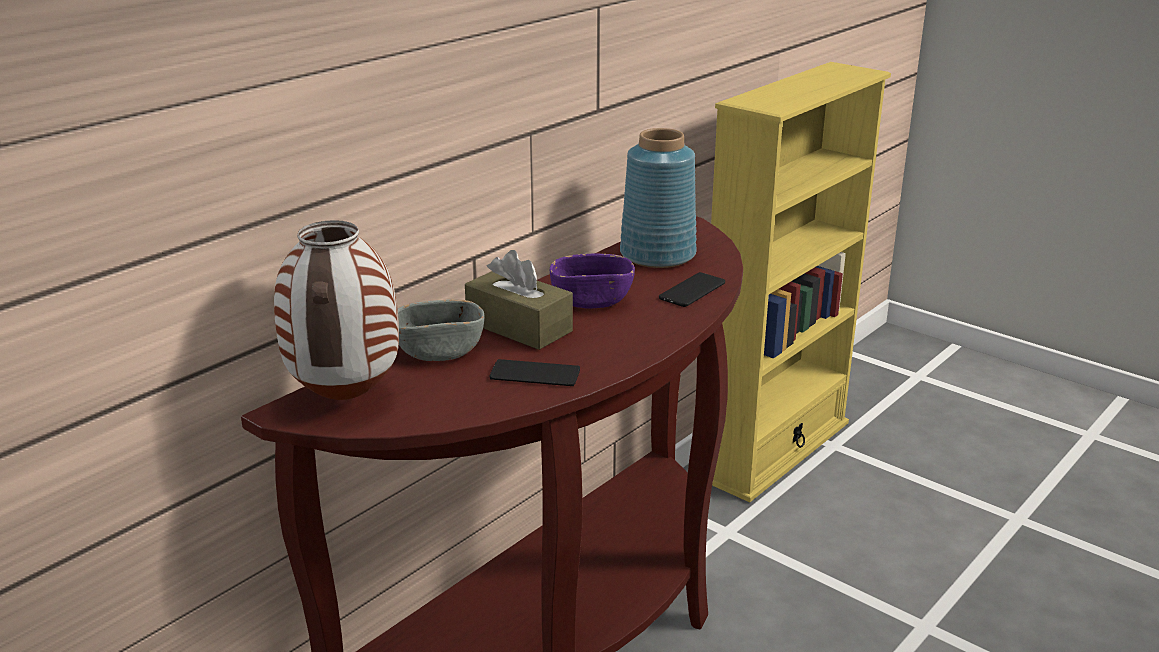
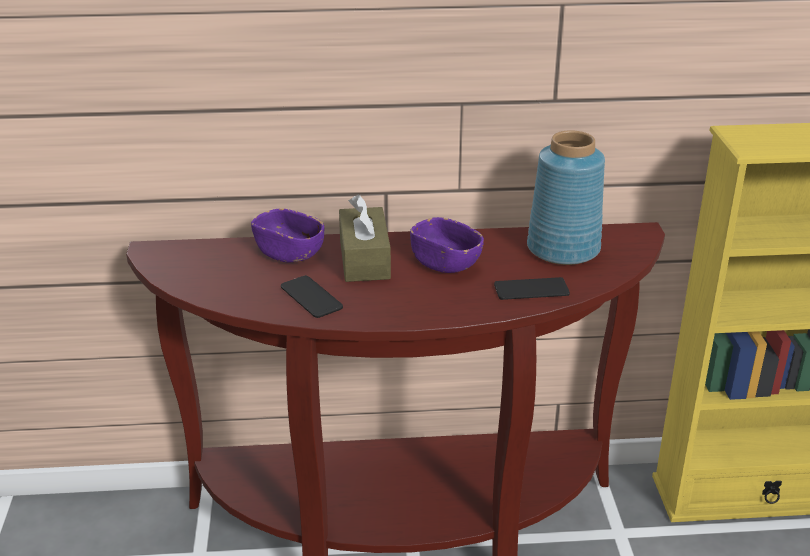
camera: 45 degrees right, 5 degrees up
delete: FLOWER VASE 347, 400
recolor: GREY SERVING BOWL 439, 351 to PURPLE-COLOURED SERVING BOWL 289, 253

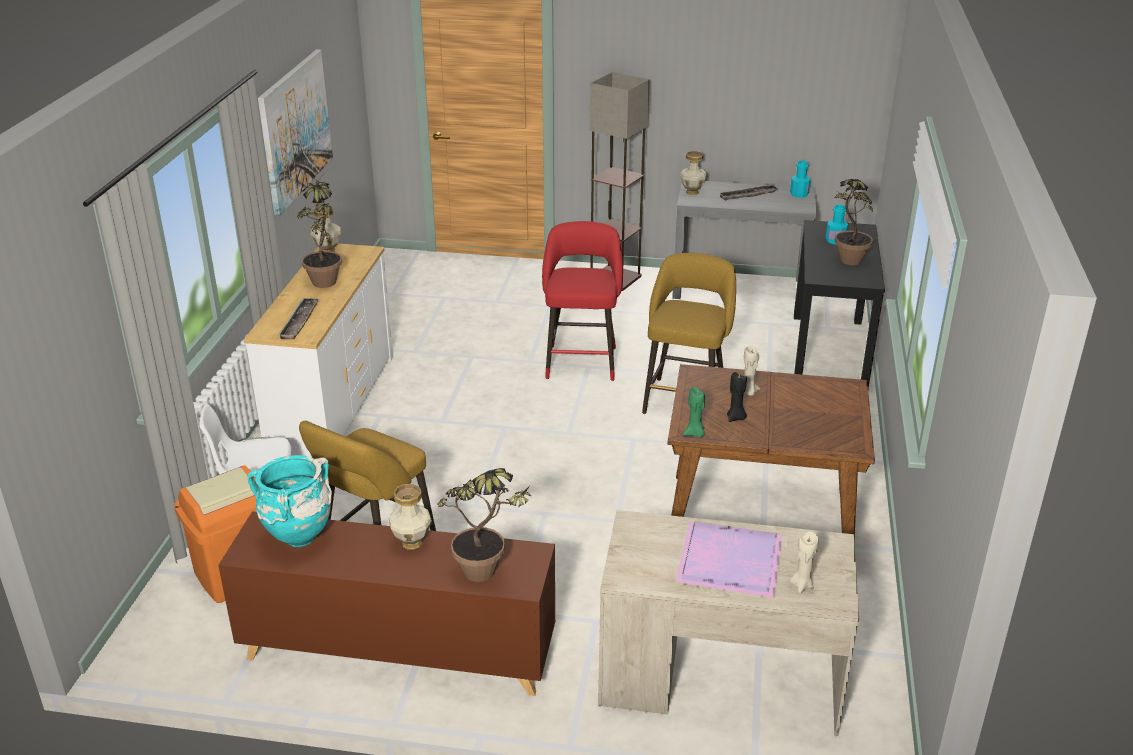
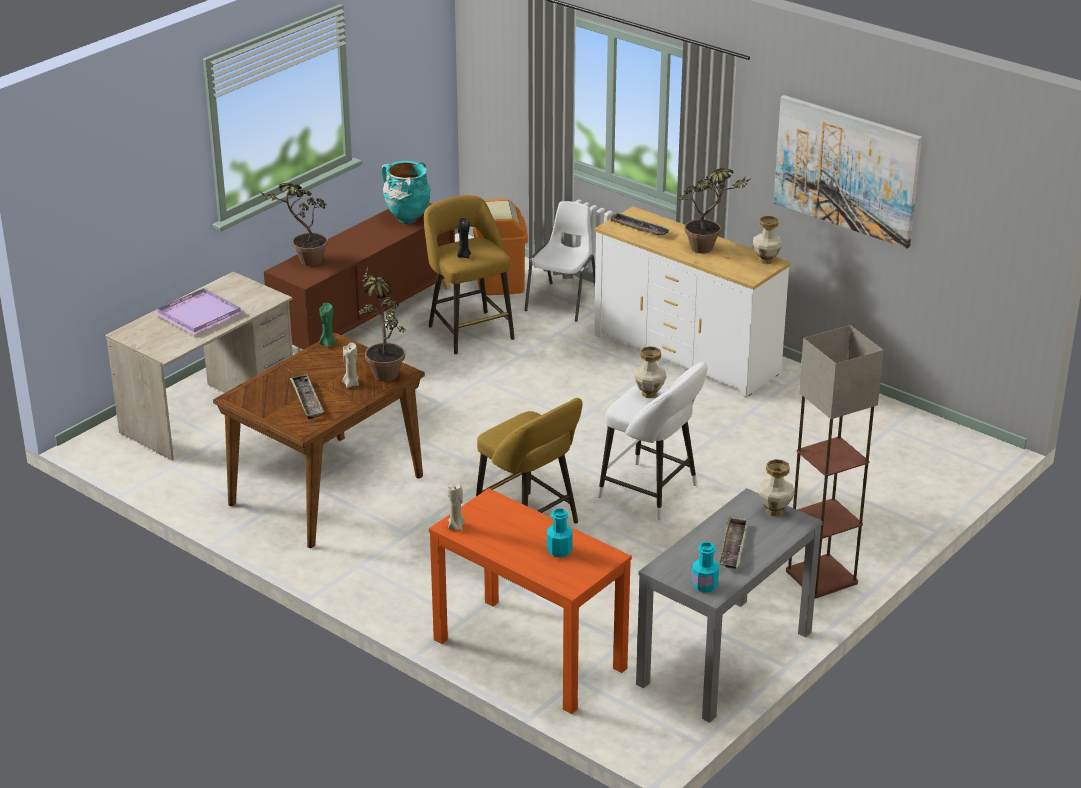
camera: 120 degrees right, 0 degrees up
insert: SERVING TRAY 307, 400
move: HOUSEPLANT 846, 263 to 383, 370; SAND-COLOURED CANDLE 801, 585 to 456, 526; BLACKISH CANDLE 736, 418 to 463, 256; FLOWER VASE 411, 543 to 649, 394
recolor: BLACKISH HALL TABLE 829, 351 to ORANGE HALL TABLE 528, 654; REDDISH STOOL SEAT 581, 360 to WHITISH STOOL SEAT 653, 493

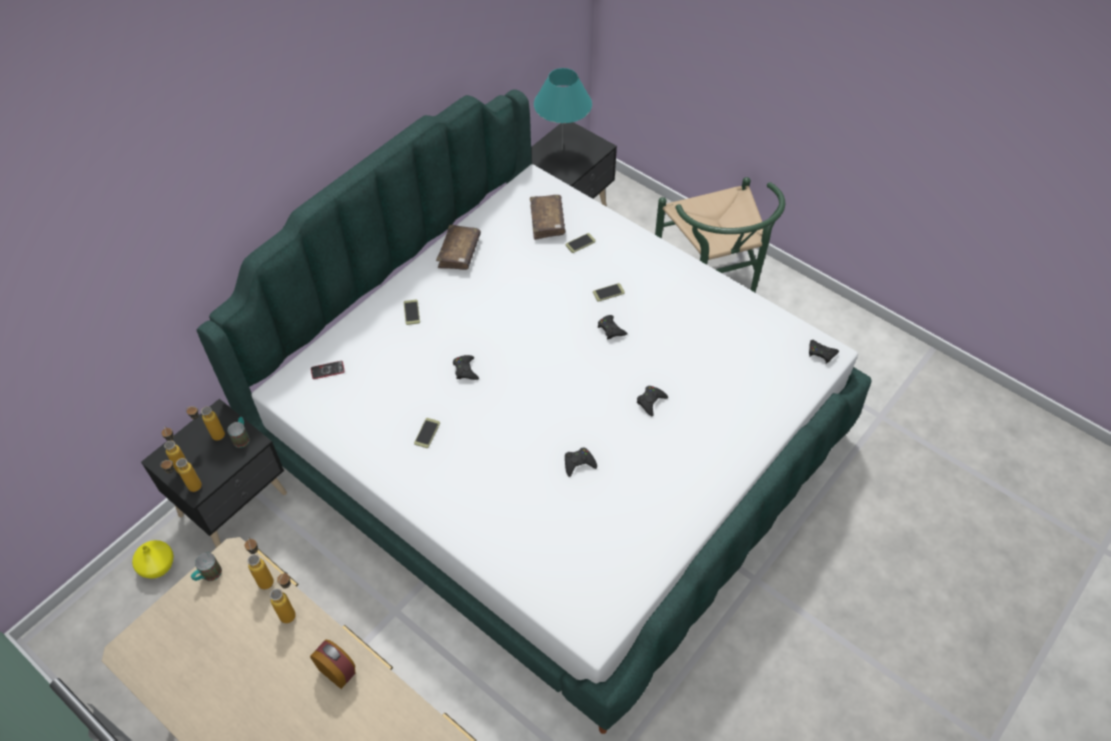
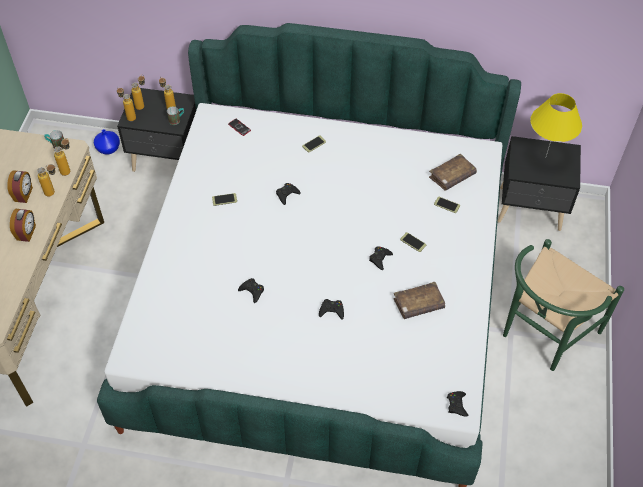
camera: 60 degrees right, 0 degrees up
insert: TABLE CLOCK 24, 194
move: BROWNISH BOUND BOOK 459, 253 to 418, 304
recolor: YELLOWISH FLOWER VASE 157, 565 to BLUISH FLOWER VASE 109, 148; TURQUOISE TABLETOP LAMP 562, 149 to YELLOWISH TABLETOP LAMP 545, 157

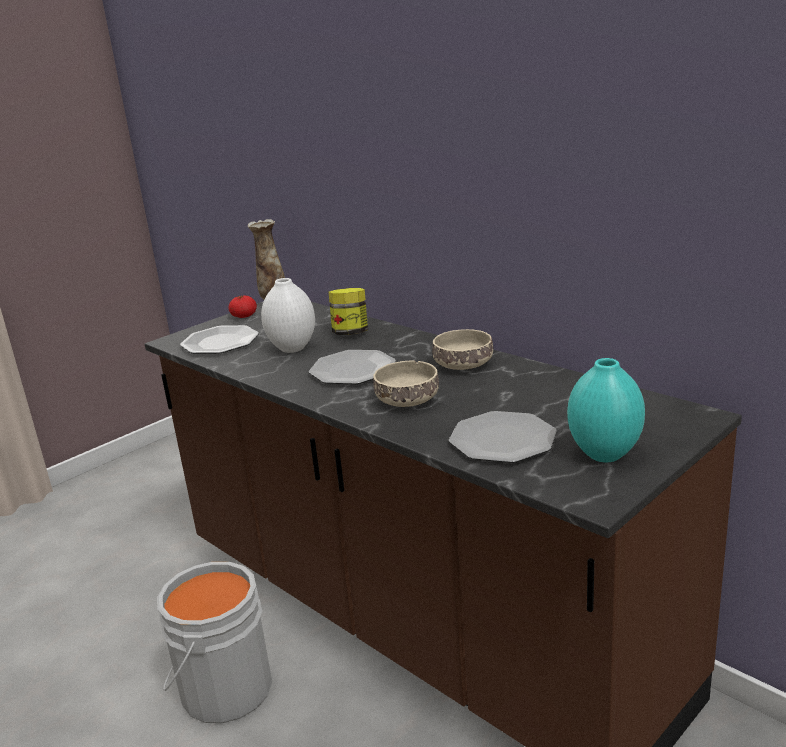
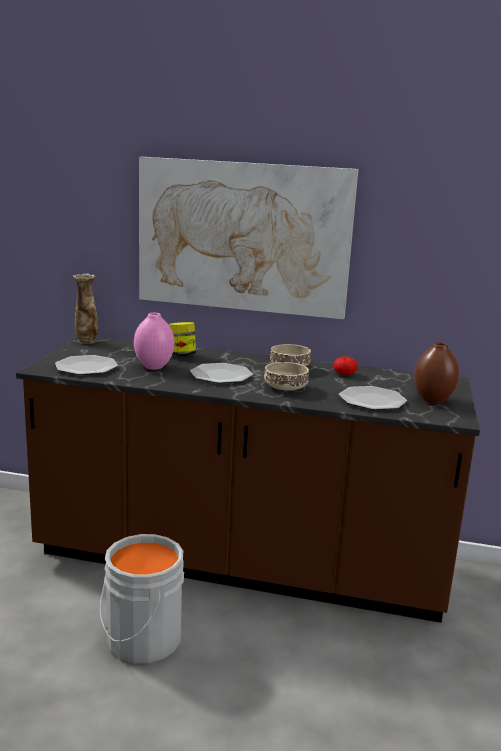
camera: 35 degrees left, 5 degrees down
insert: WALL PICTURE 243, 237
move: WHOLE TOMATO 244, 316 to 344, 374
recolor: WHITISH FLOWER VASE 293, 348 to PINK FLOWER VASE 154, 367; TURQUOISE FLOWER VASE 604, 455 to BROWNISH FLOWER VASE 433, 401

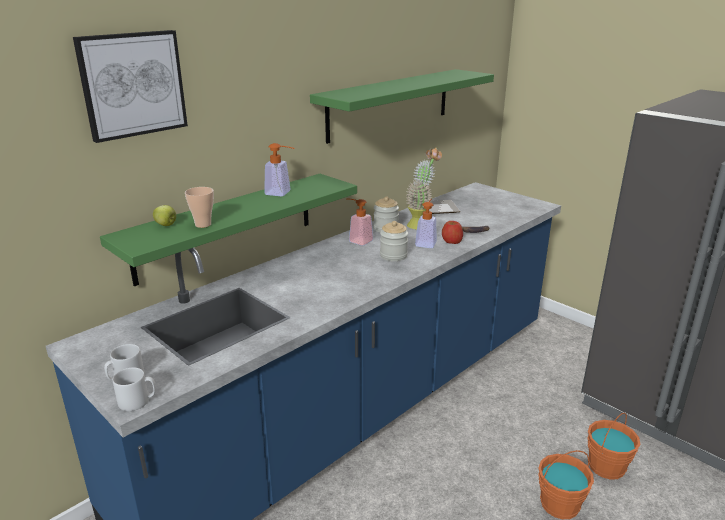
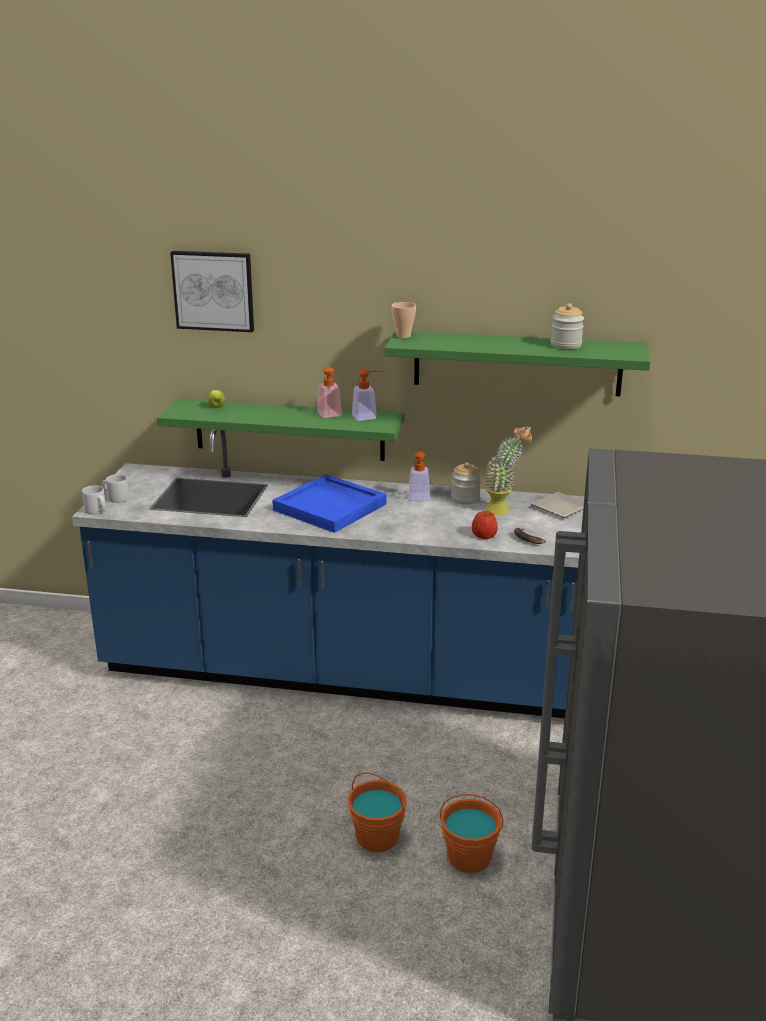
camera: 55 degrees right, 0 degrees up
insert: BLUISH SERVING TRAY 331, 507
move: SOAP BOTTLE 426, 242 to 368, 417; CUP 203, 224 to 403, 336; JAR 393, 256 to 566, 345

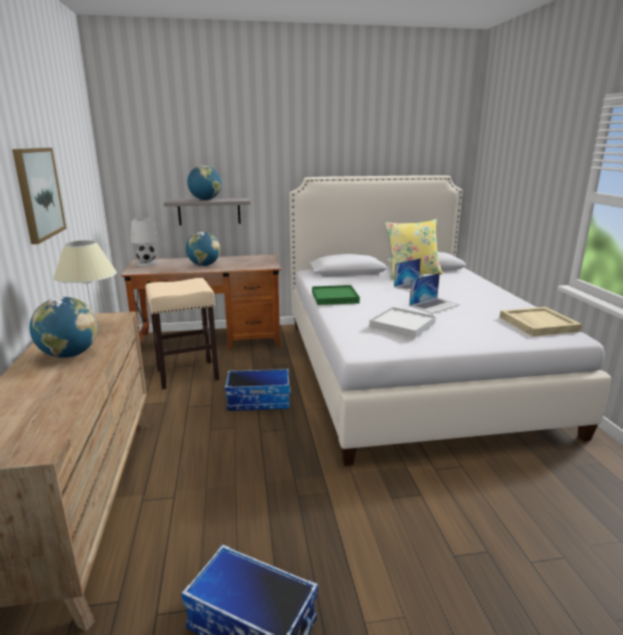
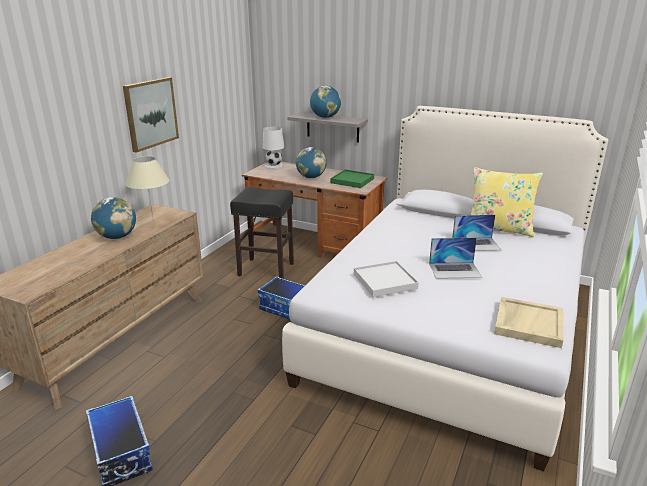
camera: 35 degrees right, 5 degrees up
move: GREENISH SERVING TRAY 335, 297 to 352, 181
recolor: SAND-COLOURED STOOL SEAT 186, 375 to BLACKISH STOOL SEAT 265, 269

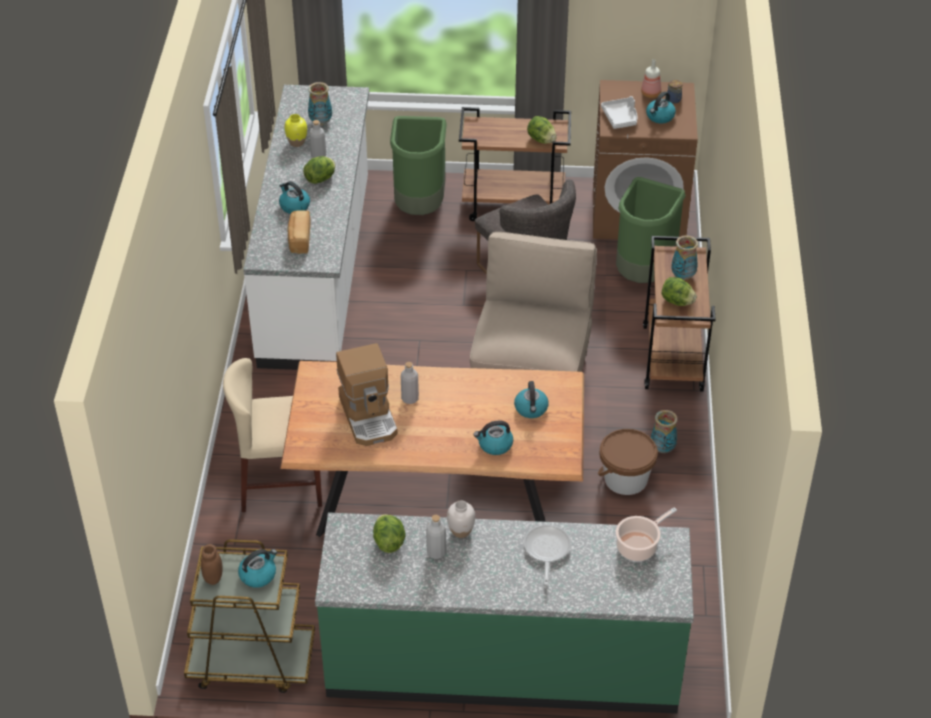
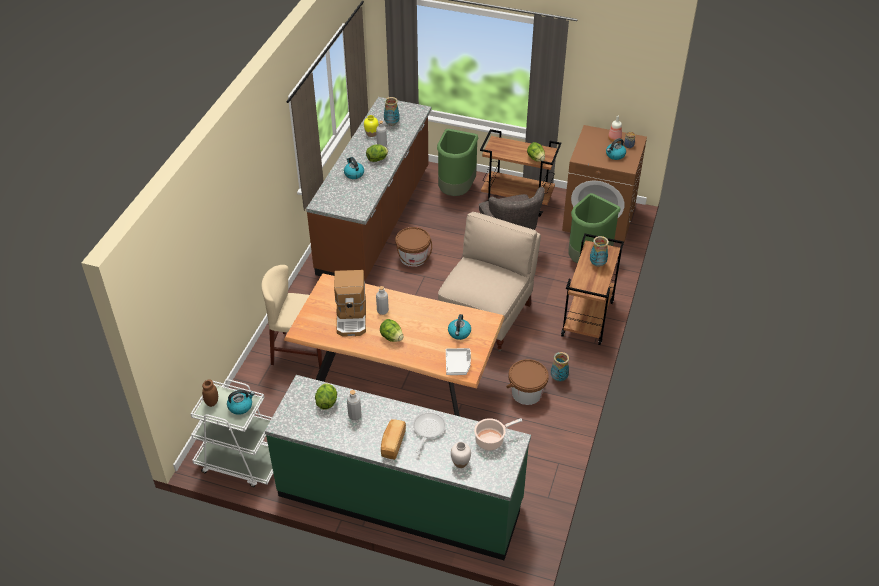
camera: 15 degrees right, 0 degrees up
delete: KETTLE 494, 445
insert: BROWNISH PAIL 413, 258
move: HEAD OF LETTUCE 677, 302 to 391, 337; BAKERY BREAD 299, 240 to 392, 444; WHITISH SERVING TRAY 620, 118 to 458, 364; WHITISH FLOWER VASE 461, 531 to 460, 463
recolor: BROWNISH CART 251, 662 to WHITISH CART 240, 462; WHITISH KITCHEN COUNTER 317, 271 to BROWNISH KITCHEN COUNTER 376, 221

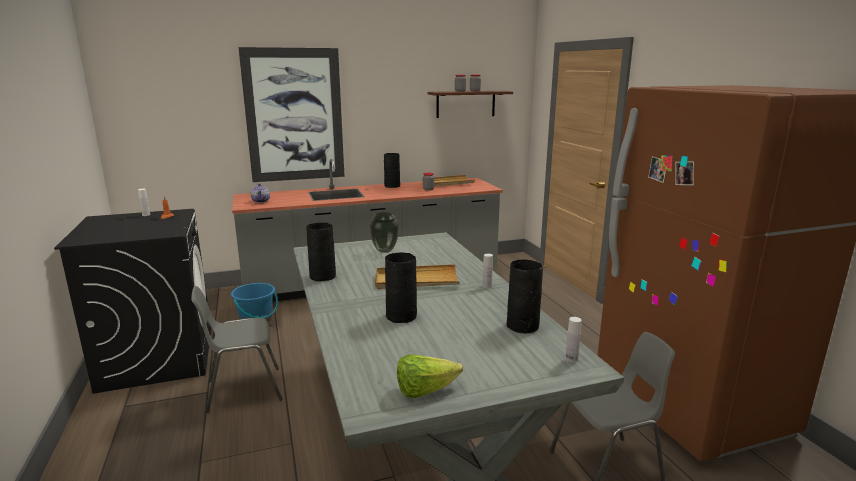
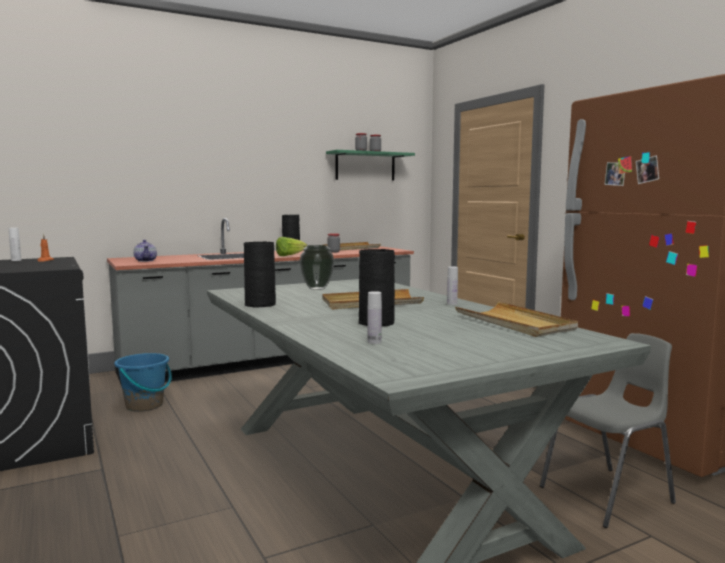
camera: 10 degrees left, 10 degrees down
delete: GREY PLAIN CHAIR 243, 390; WALL PICTURE 294, 115
move: HEAD OF LETTUCE 425, 391 to 289, 256; WHITISH BOTTLE 571, 359 to 374, 342
replace: BLACKISH FLOWER VASE 522, 326 to SAND-COLOURED SERVING TRAY 514, 323
recolor: BROWNISH BRACKET SHELF 465, 104 to GREENISH BRACKET SHELF 365, 166

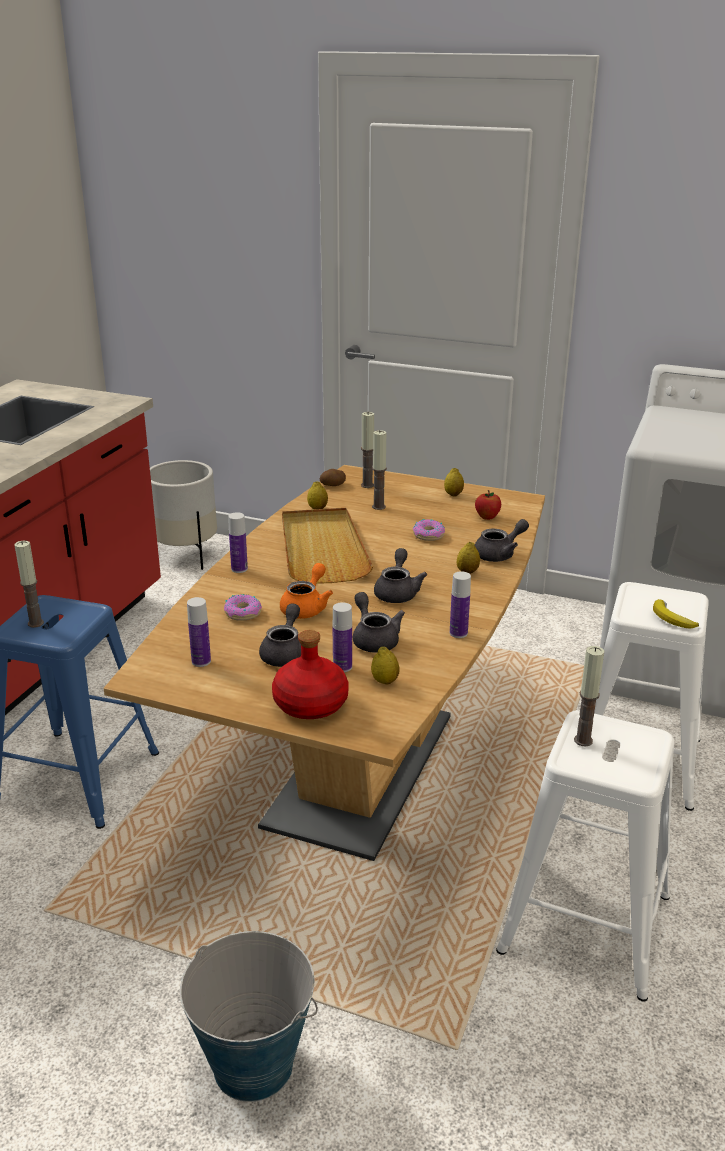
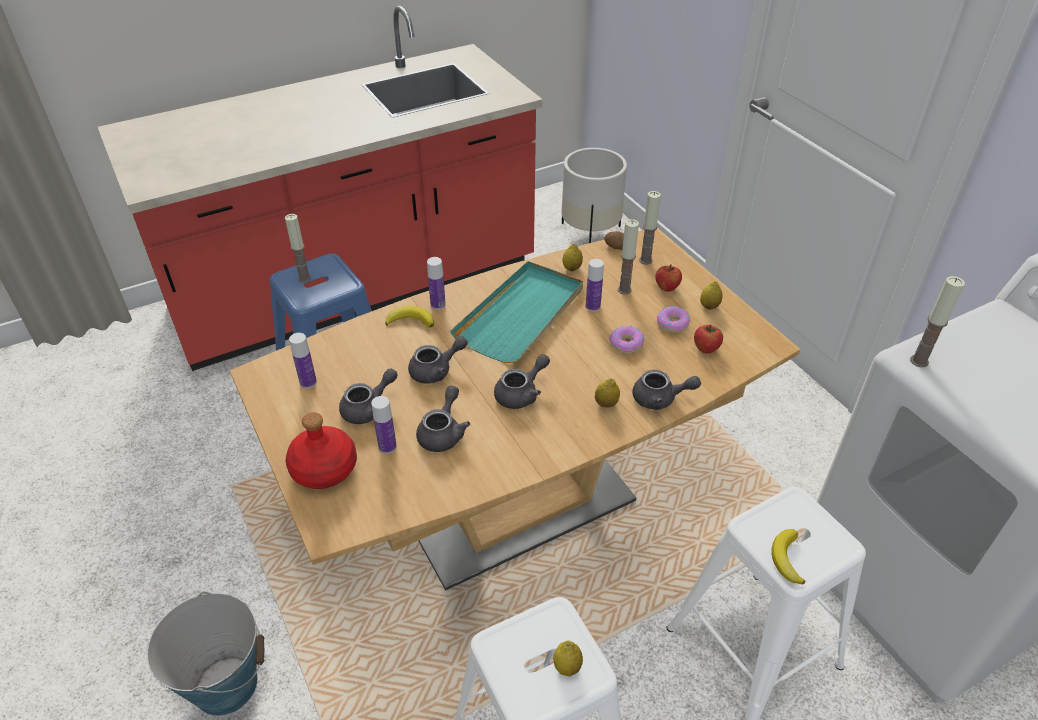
camera: 40 degrees right, 15 degrees up
insert: BANANA 410, 320; WHOLE APPLE 666, 288
move: WHOLE LEMON 385, 681 to 567, 667; BOTTLE 458, 633 to 592, 306; DOUGHNUT 243, 613 to 673, 323; CANDLE 583, 740 to 919, 361
recolor: ORANGE TEA POT 306, 607 to GREY TEA POT 436, 371; SAND-COLOURED SERVING TRAY 322, 549 to TURQUOISE SERVING TRAY 521, 315

